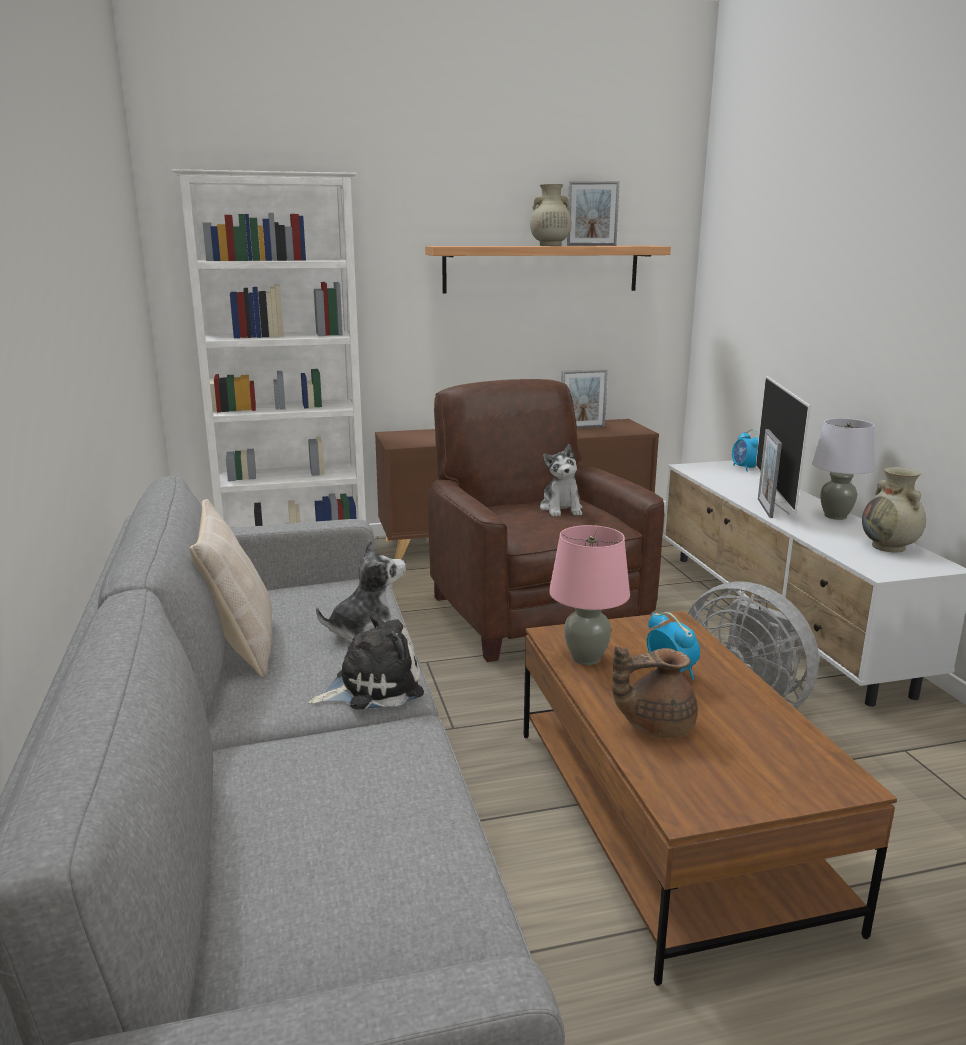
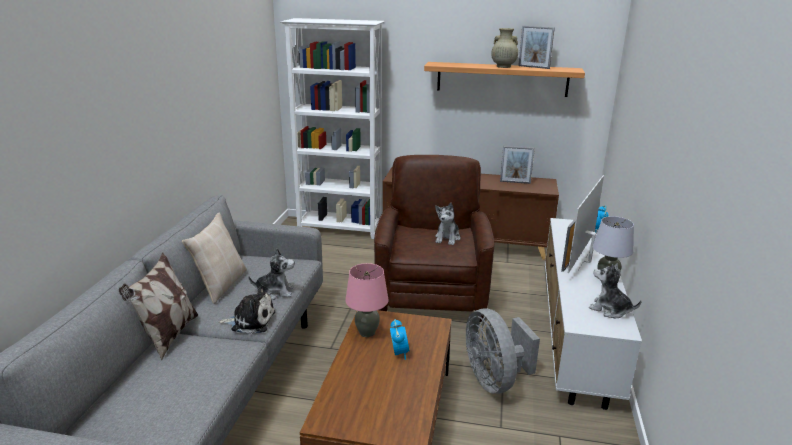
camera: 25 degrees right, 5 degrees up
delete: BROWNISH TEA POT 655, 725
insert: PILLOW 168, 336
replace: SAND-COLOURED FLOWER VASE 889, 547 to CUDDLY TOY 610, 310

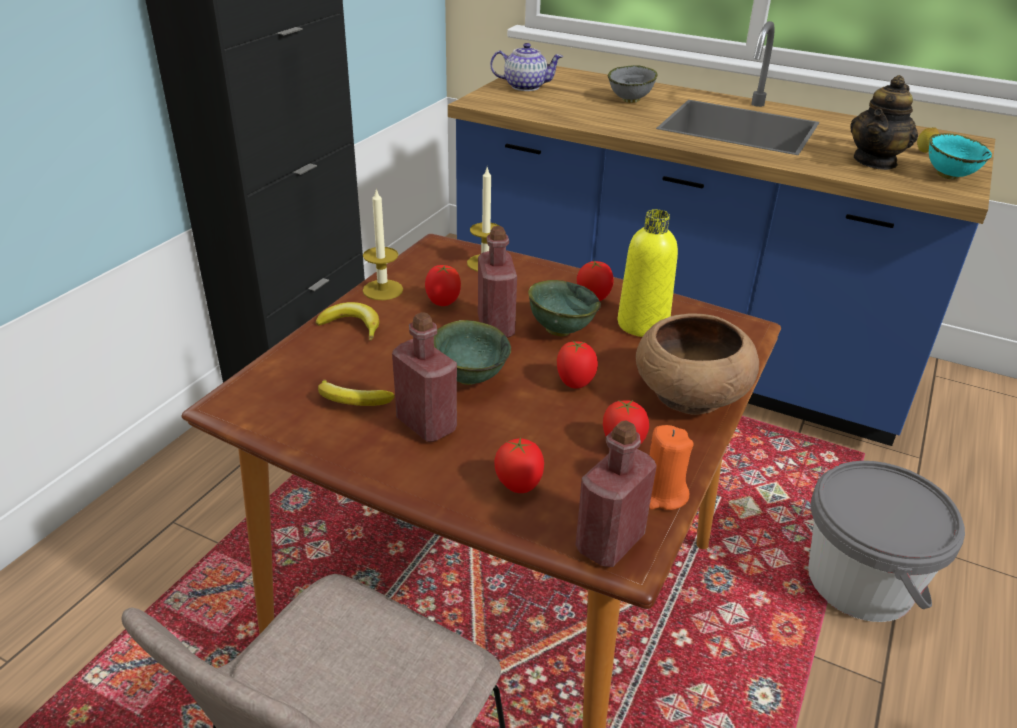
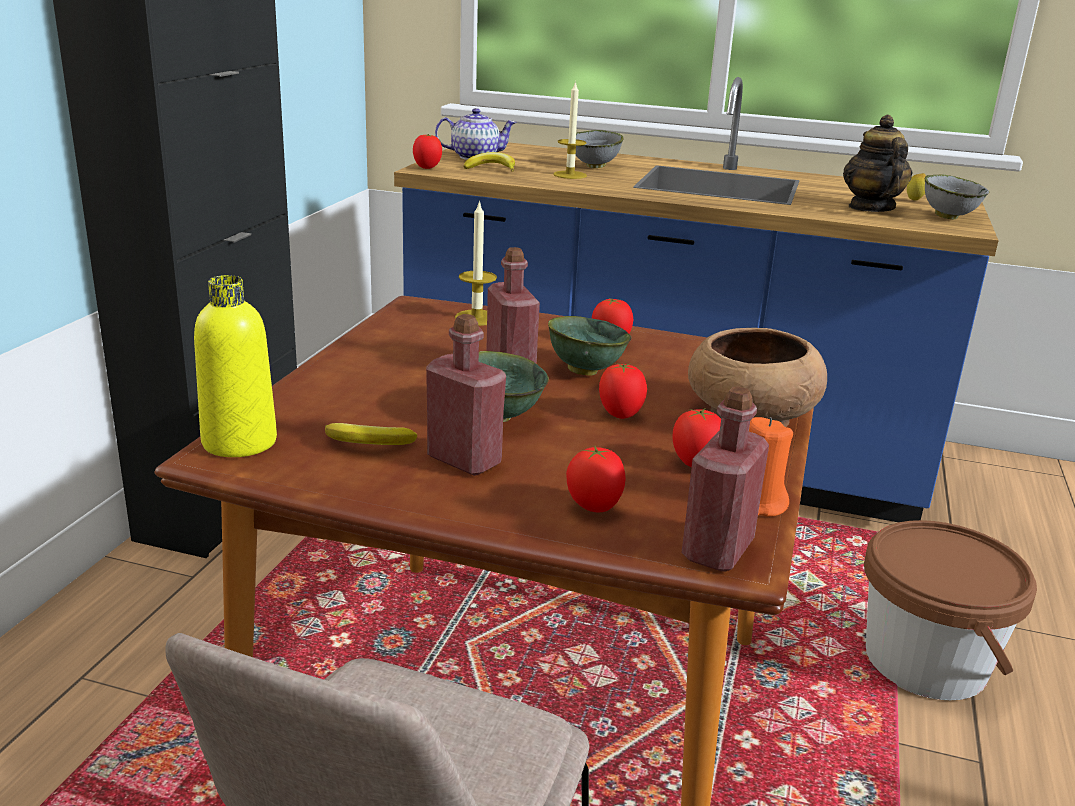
camera: 10 degrees left, 10 degrees down
move: YELLOWISH BOTTLE 642, 324 to 239, 442; WHOLE TOMATO 443, 303 to 427, 168; BANANA 352, 326 to 491, 169; CANDLE 383, 290 to 570, 175
recolor: GREY PAIL 860, 581 to BROWNISH PAIL 926, 661; TURQUOISE SERVING BOWL 949, 176 to GREY SERVING BOWL 948, 217
rotate: TEA POT 875, 161 = 870, 208 150 degrees clockwise

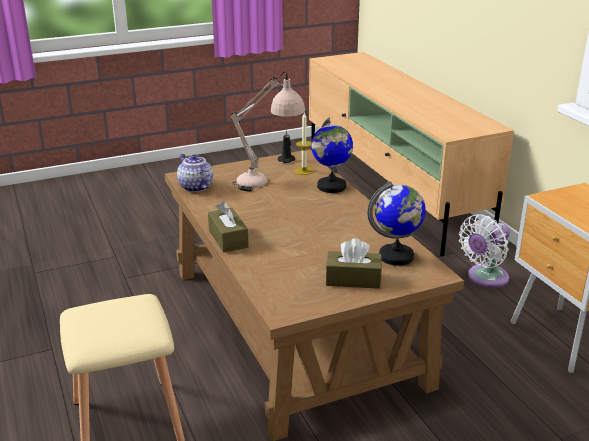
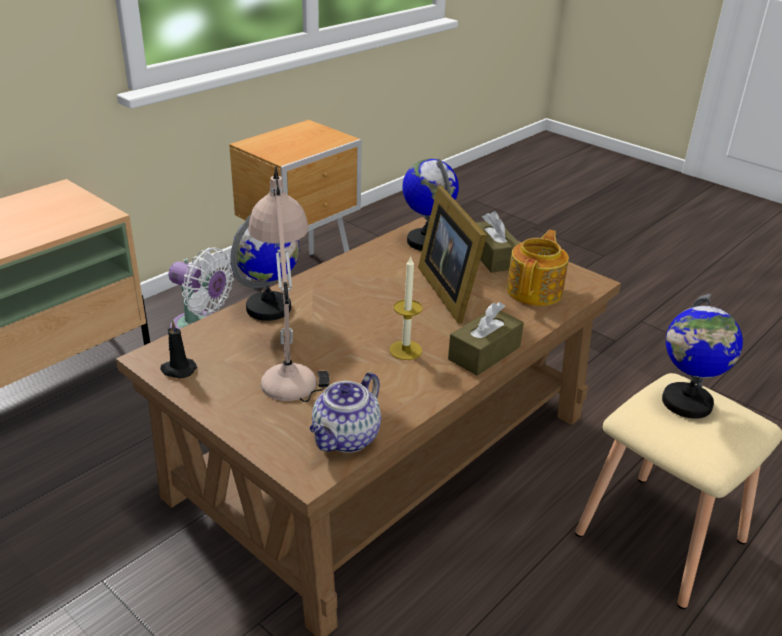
camera: 115 degrees left, 5 degrees up
insert: PHOTO FRAME 451, 290; TEA POT 535, 291; GLOBE 686, 403
move: CANDLE 304, 171 to 405, 350

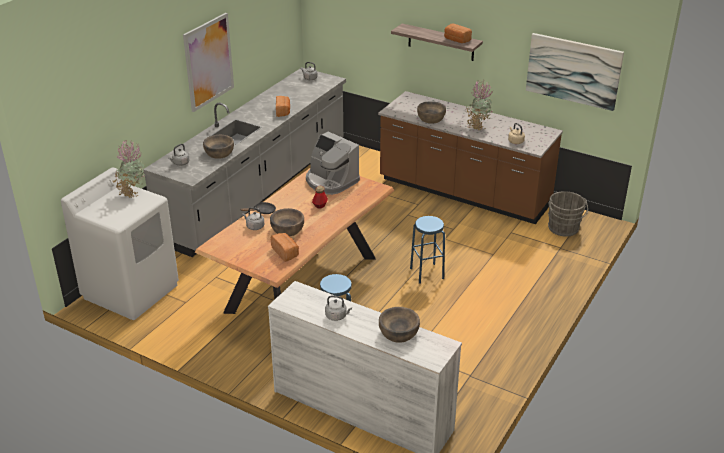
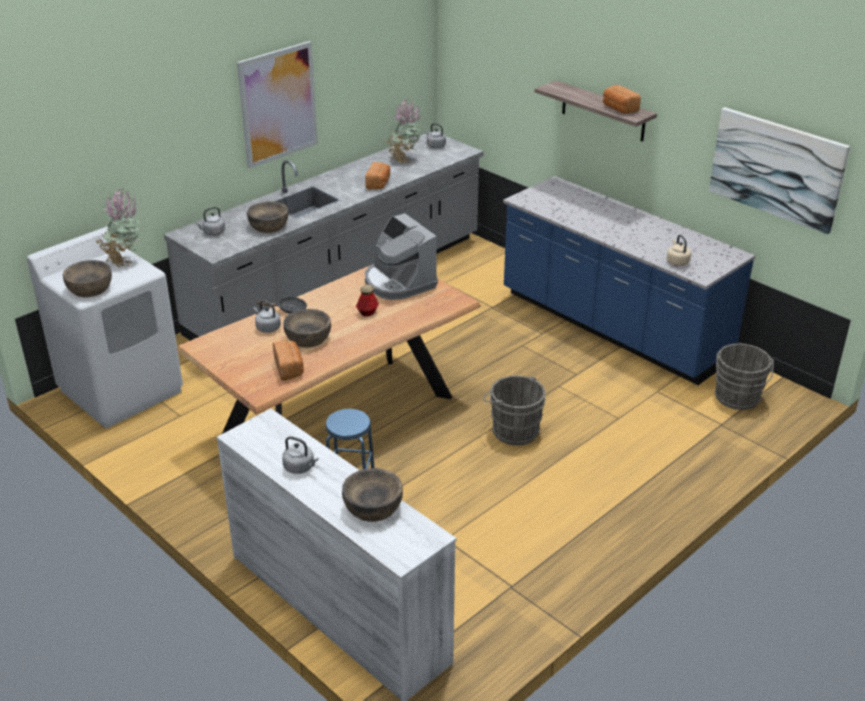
camera: 15 degrees right, 0 degrees up
move: BROWNISH SERVING BOWL 431, 118 to 90, 288; HOUSEPLANT 477, 126 to 404, 160
replace: BLUISH STOOL SEAT 427, 273 to GREY PAIL 513, 430
recolor: BROWNISH KITCHEN COUNTER 463, 193 to BLUISH KITCHEN COUNTER 612, 327

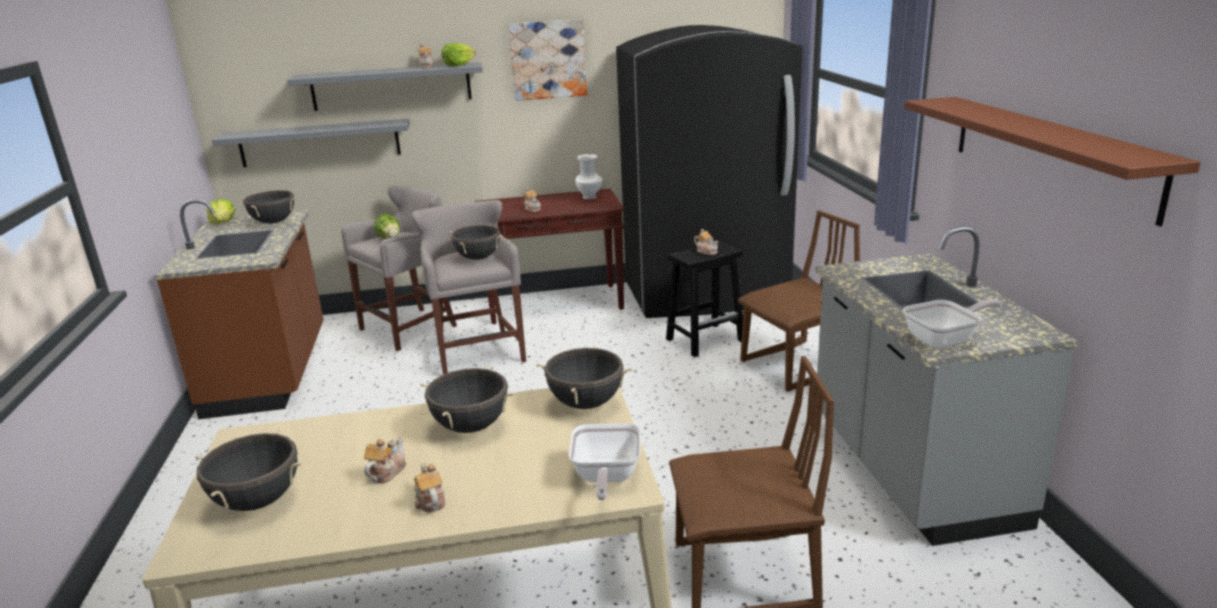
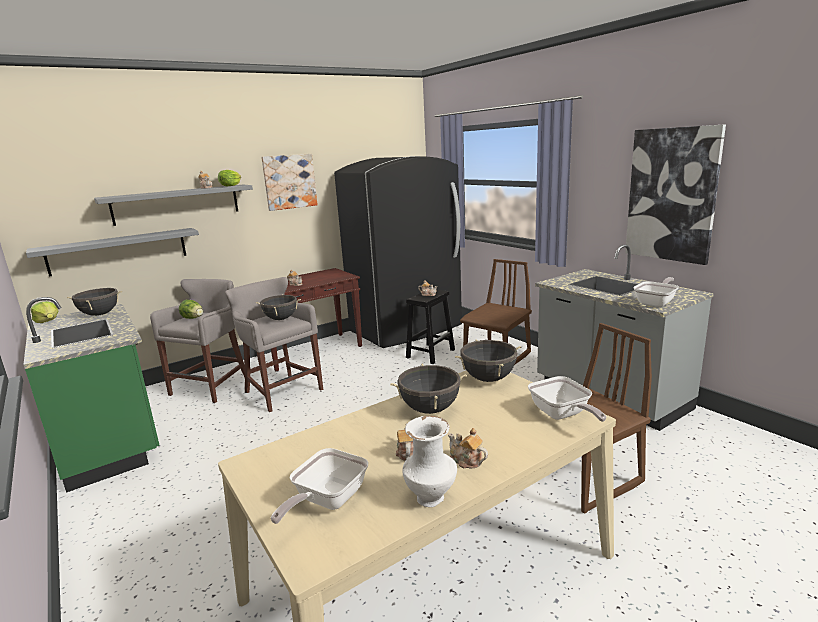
camera: 25 degrees left, 5 degrees down
move: WHITISH FLOWER VASE 590, 197 to 431, 498
replace: BLACKISH SAUCEPOT 257, 501 to SKILLET 326, 501; BROWNISH BRACKET SHELF 1049, 153 to WALL PICTURE 672, 195
recolor: BROWNISH KITCHEN COUNTER 271, 372 to GREENISH KITCHEN COUNTER 111, 441

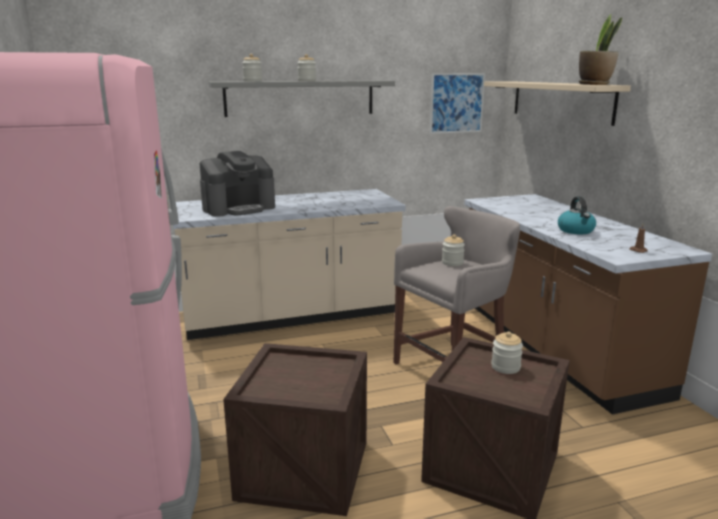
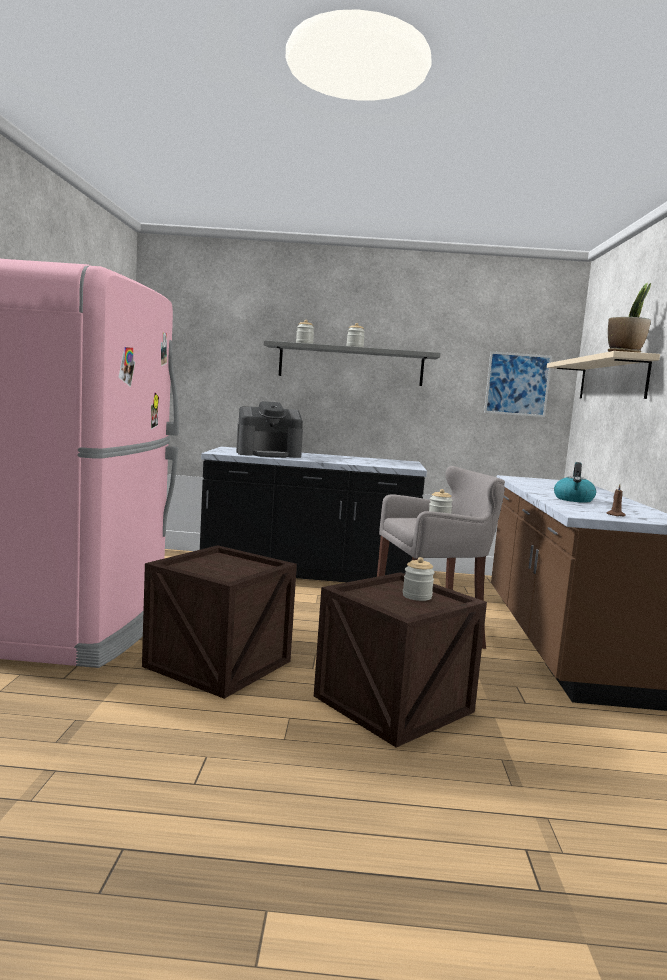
camera: 20 degrees right, 10 degrees down
recolor: SAND-COLOURED KITCHEN COUNTER 291, 316 to BLACKISH KITCHEN COUNTER 308, 572

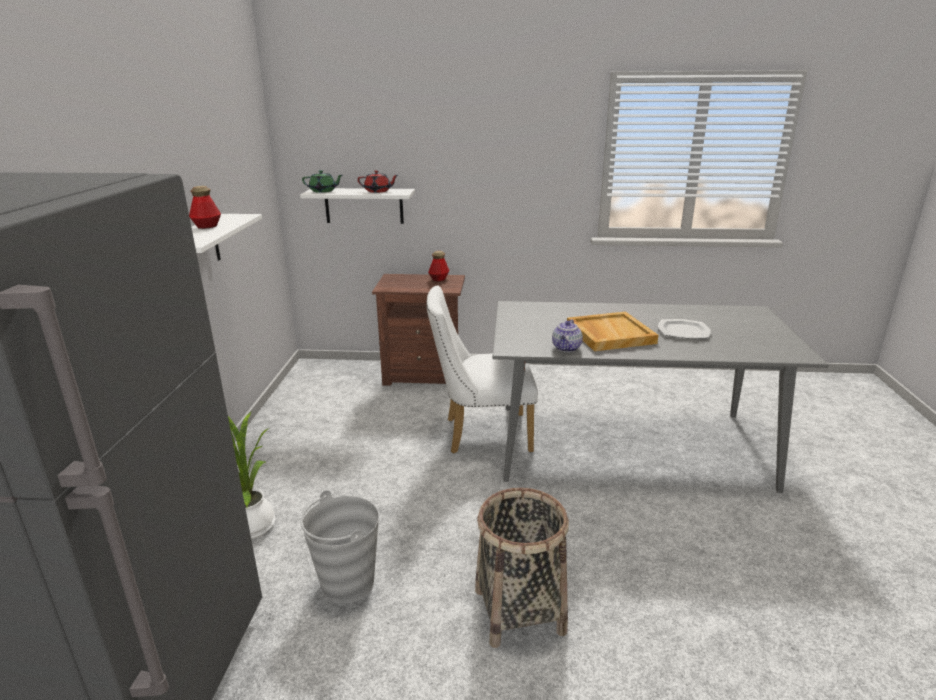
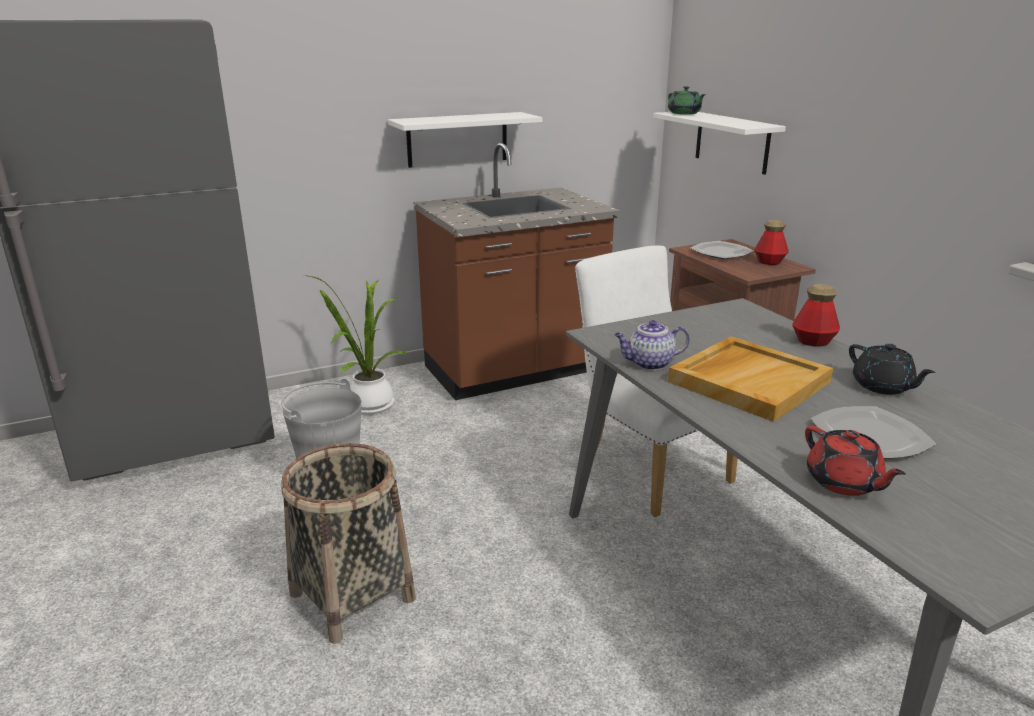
camera: 60 degrees right, 0 degrees up
insert: BROWNISH KITCHEN COUNTER 514, 372; DINNER PLATE 720, 252; BLACKISH TEA POT 882, 387
move: BOTTLE 207, 226 to 813, 341; REDDISH TEA POT 378, 191 to 844, 483

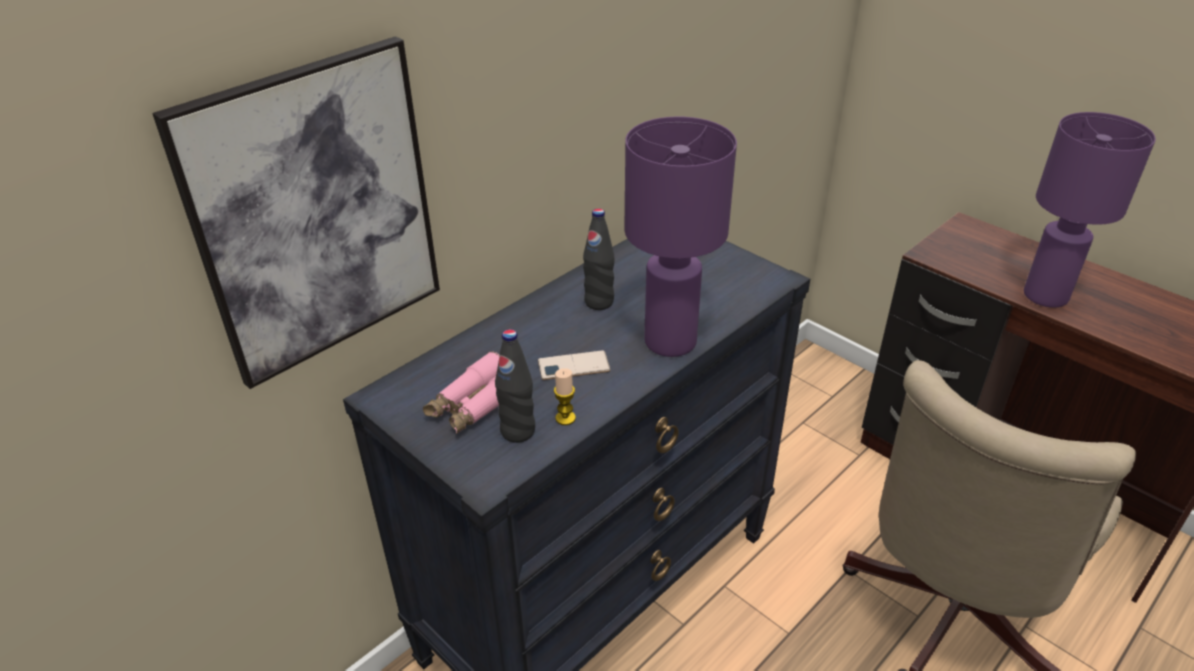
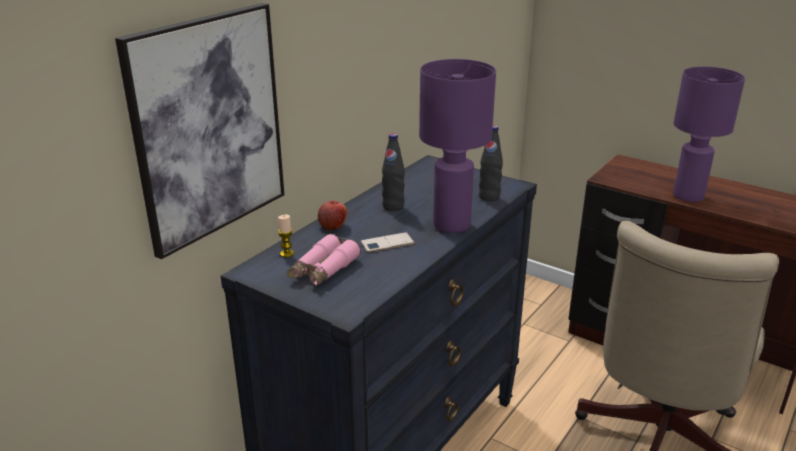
camera: 10 degrees left, 10 degrees down
insert: WHOLE APPLE 333, 225
move: CANDLE 565, 418 to 287, 253; BLACKISH BOTTLE 518, 431 to 489, 197

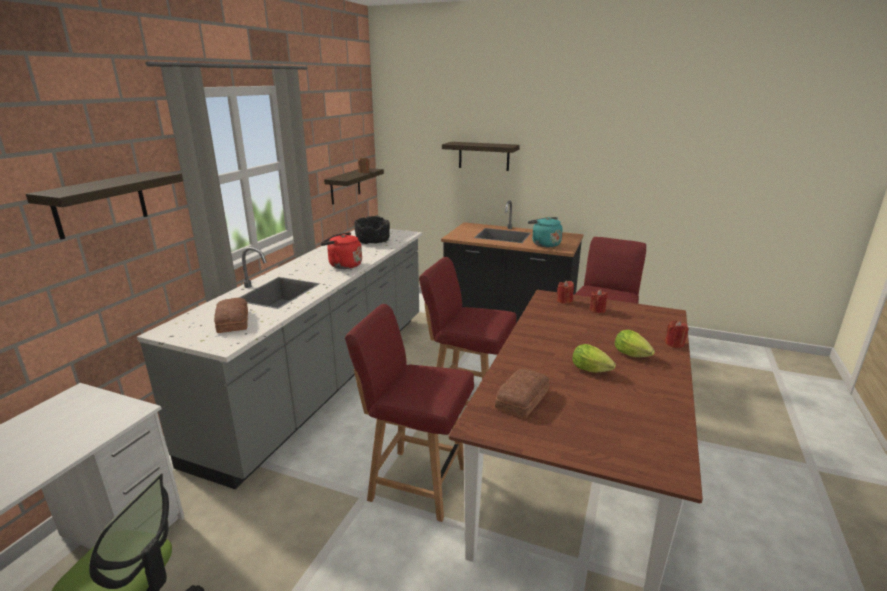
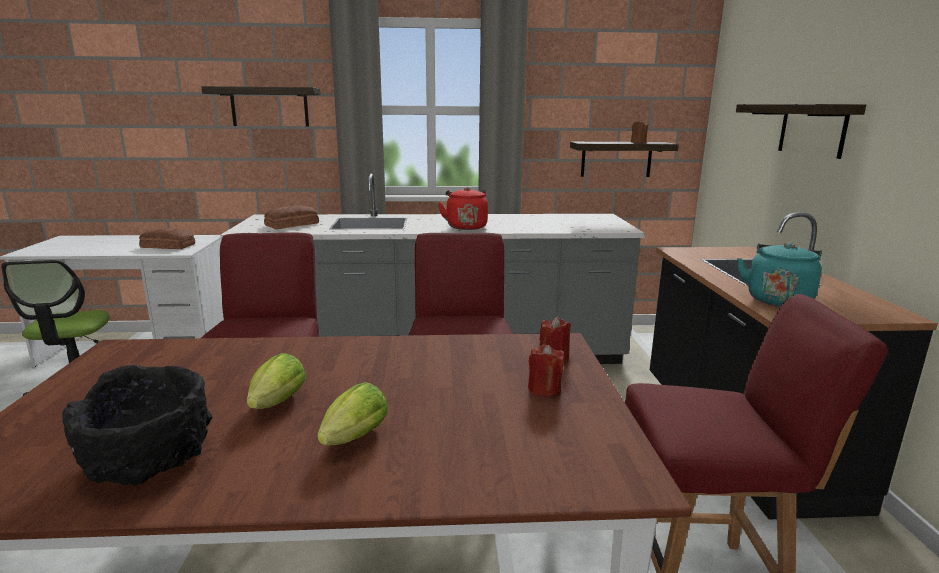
camera: 65 degrees right, 5 degrees down
delete: REDDISH CANDLE 674, 344
move: BLACKISH SERVING BOWL 373, 241 to 150, 458; BAKERY BREAD 521, 399 to 168, 245

